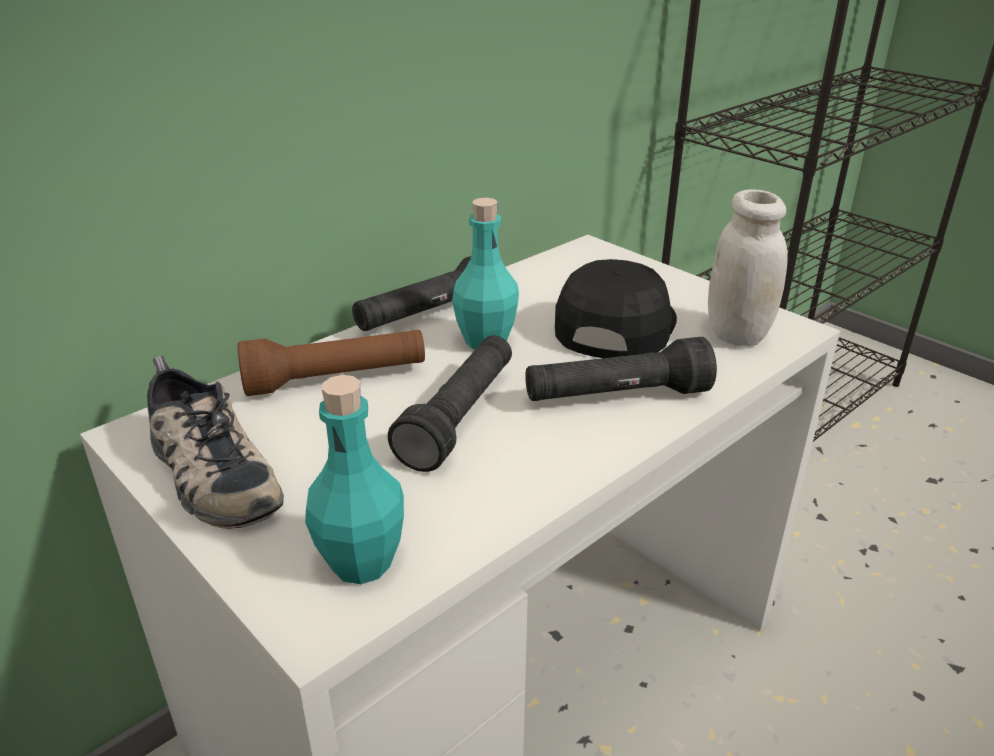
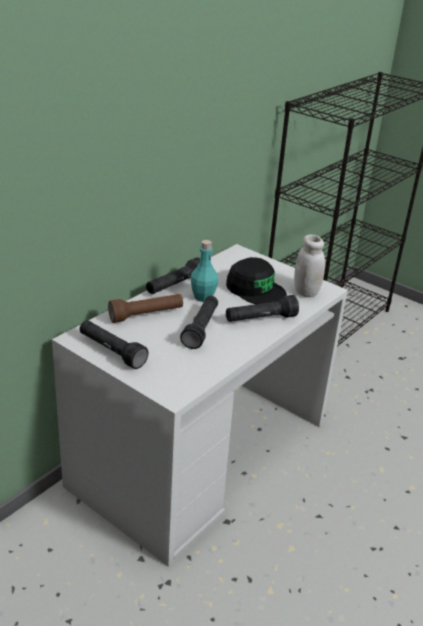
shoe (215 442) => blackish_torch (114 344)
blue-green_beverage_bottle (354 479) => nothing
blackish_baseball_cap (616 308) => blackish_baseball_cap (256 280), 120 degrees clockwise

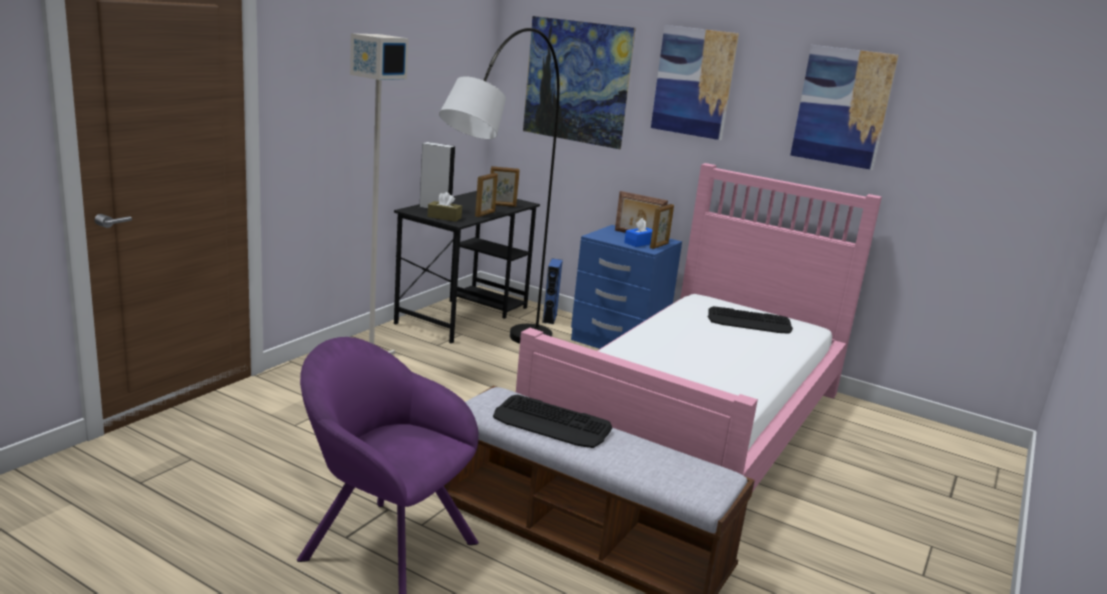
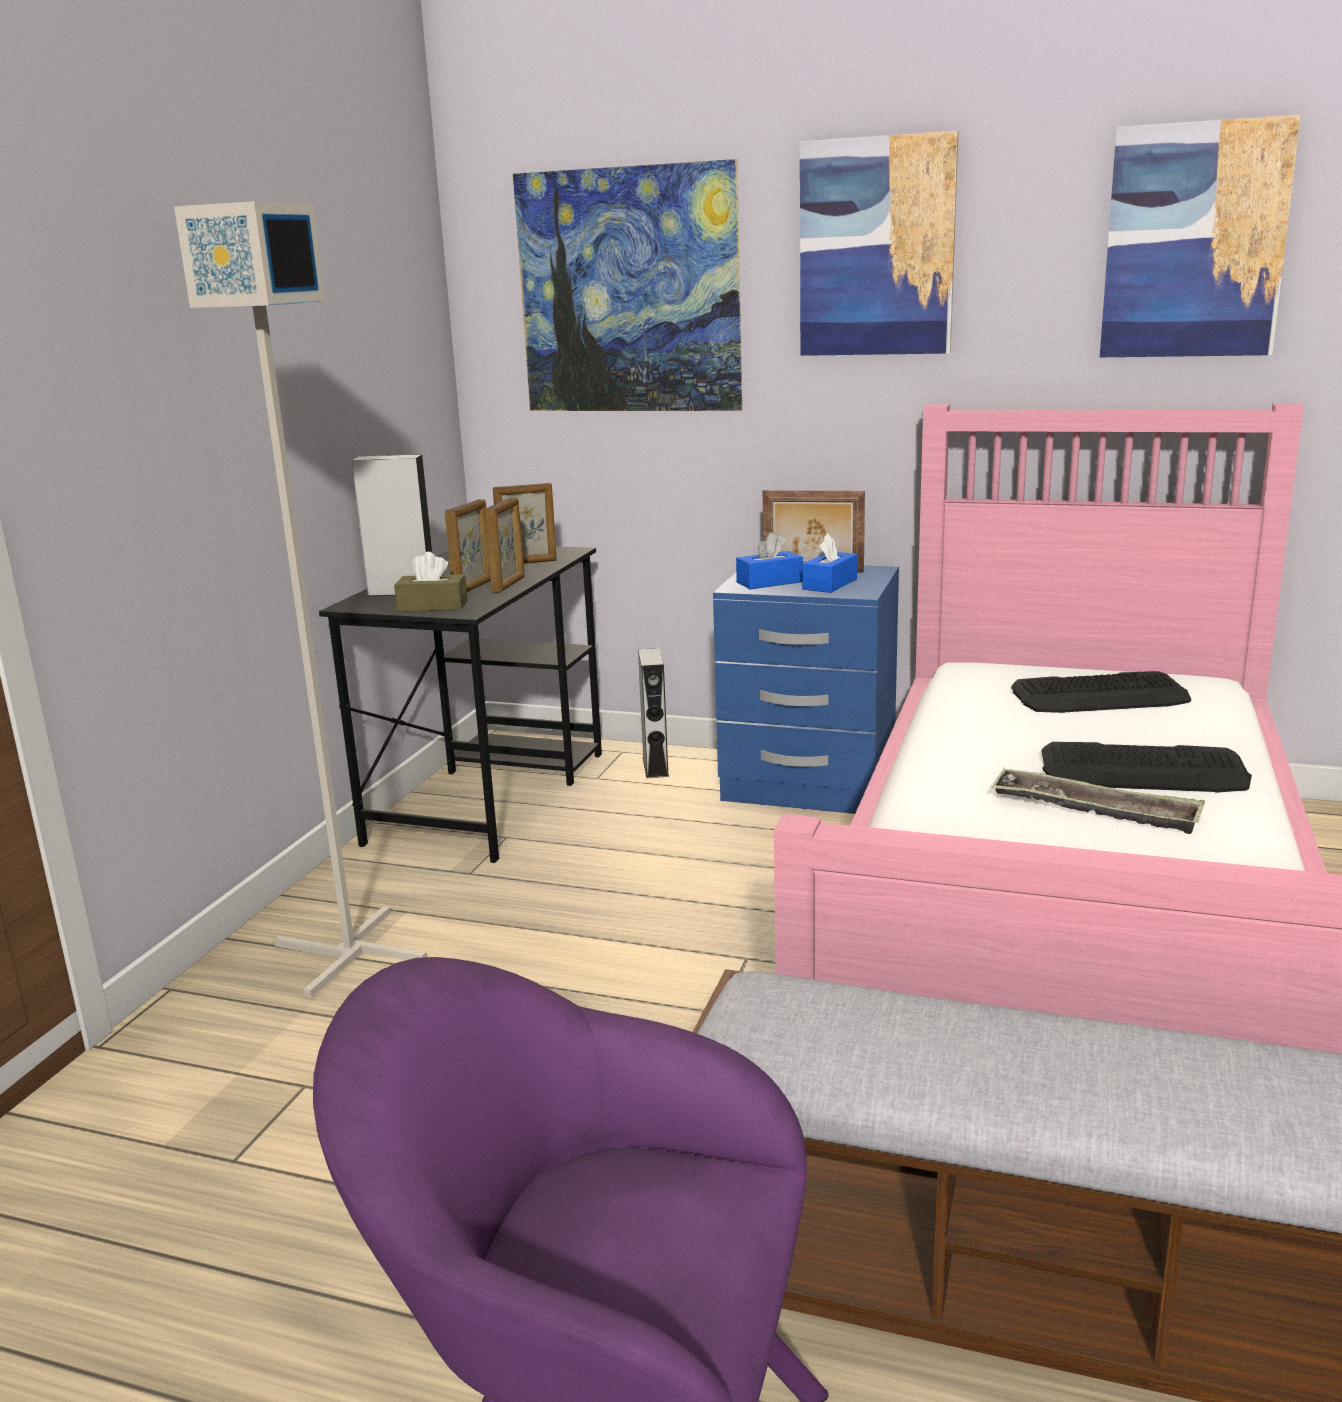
grey_standing_lamp (499 186) => nothing
computer_keyboard (552 421) => computer_keyboard (1147 767), moved
blue_speaker (552 291) => grey_speaker (653 713)
photo_frame (662 226) => photo_frame (468 545), moved
nothing => blue_tissue_box (769 561)
nothing => tray (1098 801)

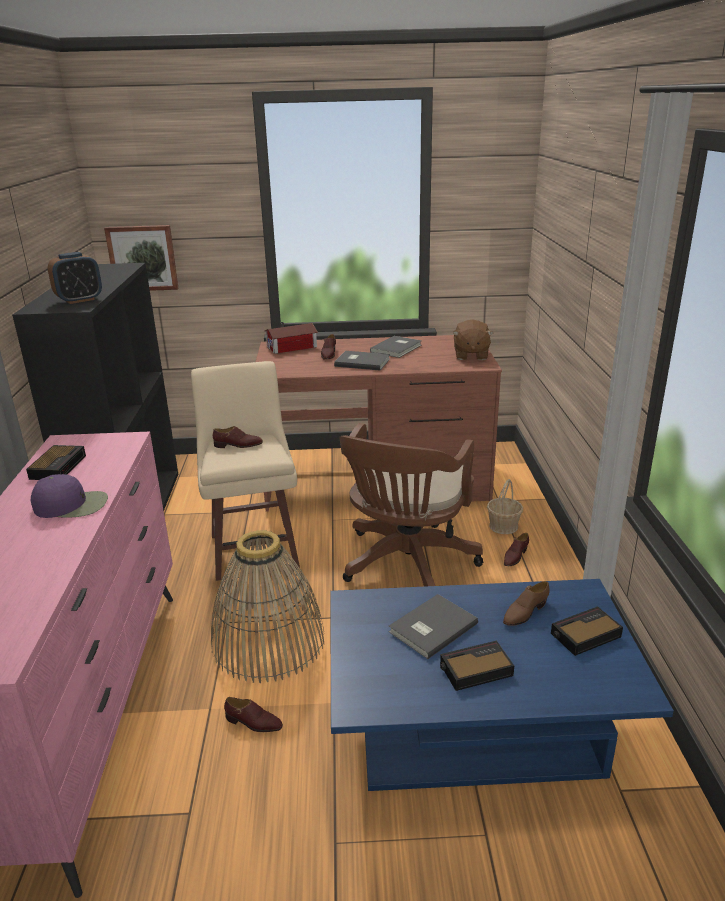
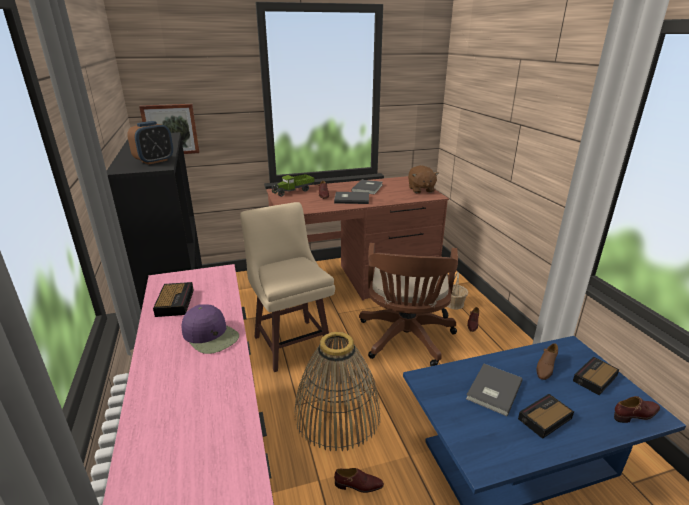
purple_baseball_cap (69 496) => purple_baseball_cap (210 329), 60 degrees clockwise
brown-coloured_shoe (238 437) => brown-coloured_shoe (637 409), moved
miniature_house (291 338) => model_truck (293 185)

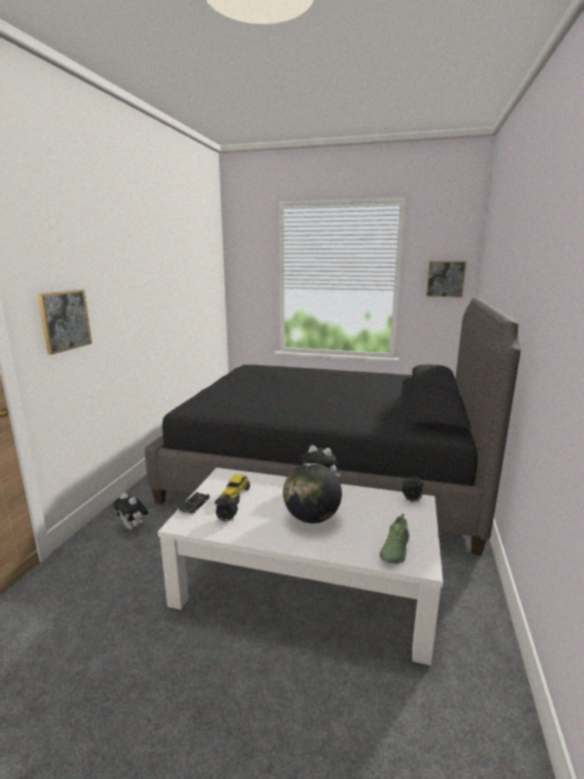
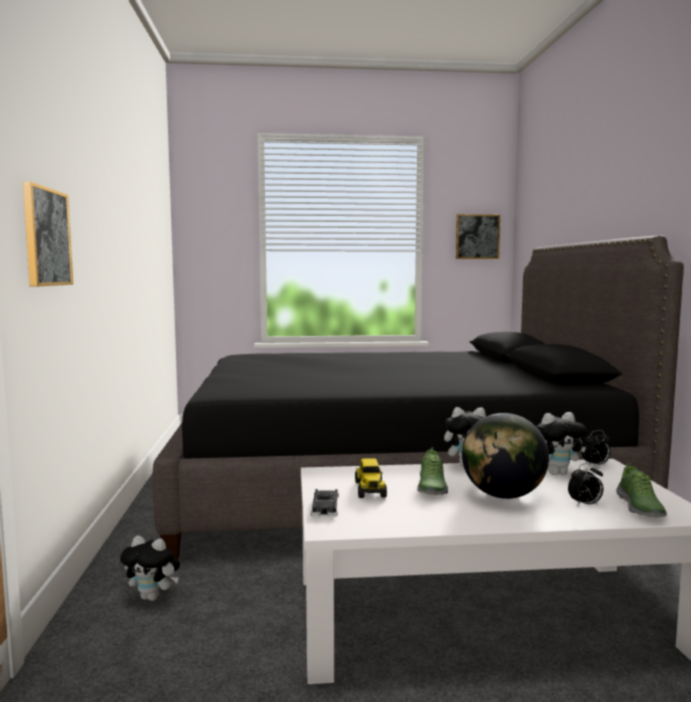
table_clock (226 508) => table_clock (585 484), moved
nothing => shoe (432 471)
nothing => soft_toy (561 443)

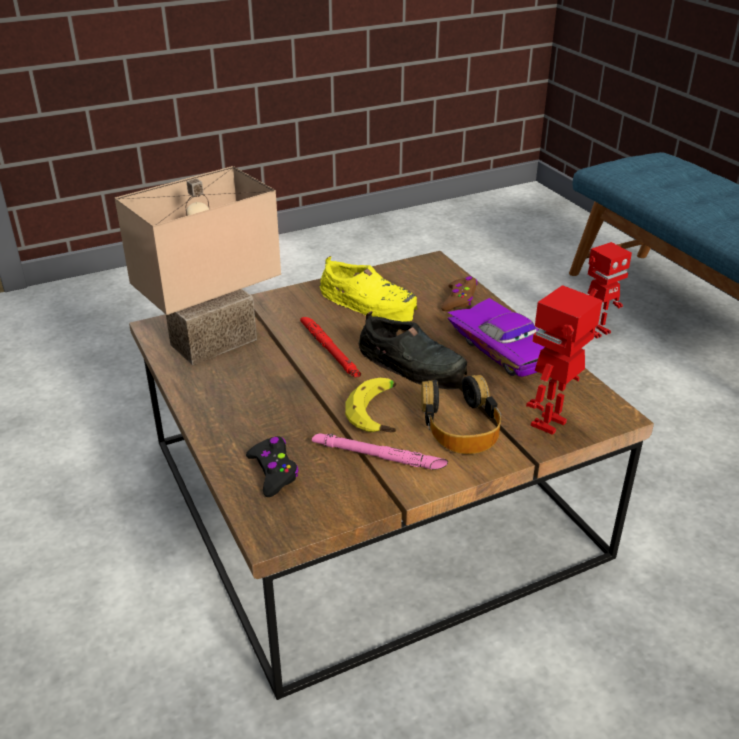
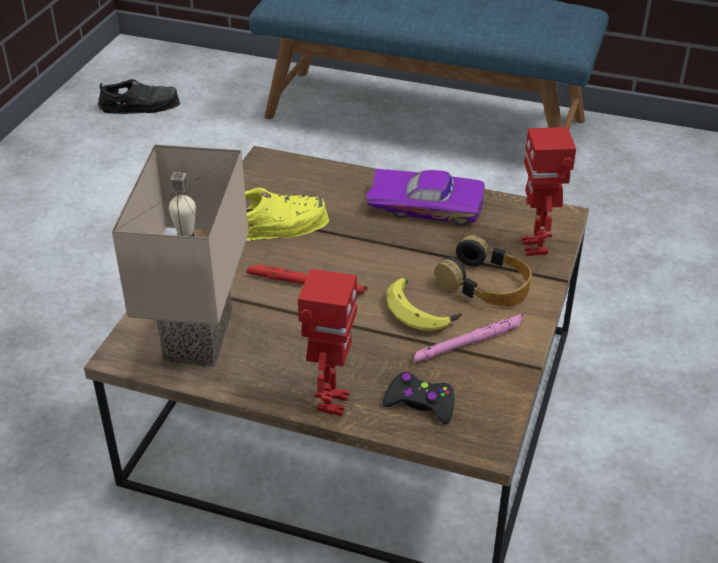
blackish_shoe (413 350) => blackish_shoe (139 96), moved
brown-coloured_joypad (459 293) => nothing
model_robot (610 290) => model_robot (327 342), moved

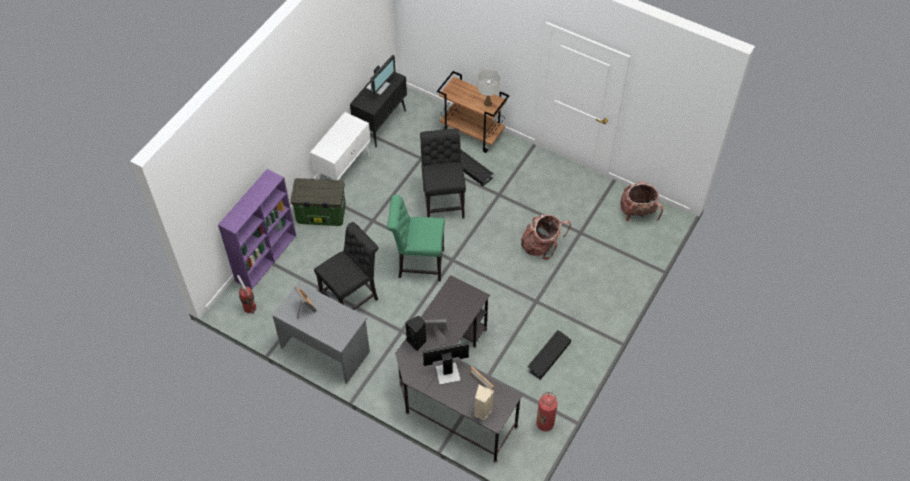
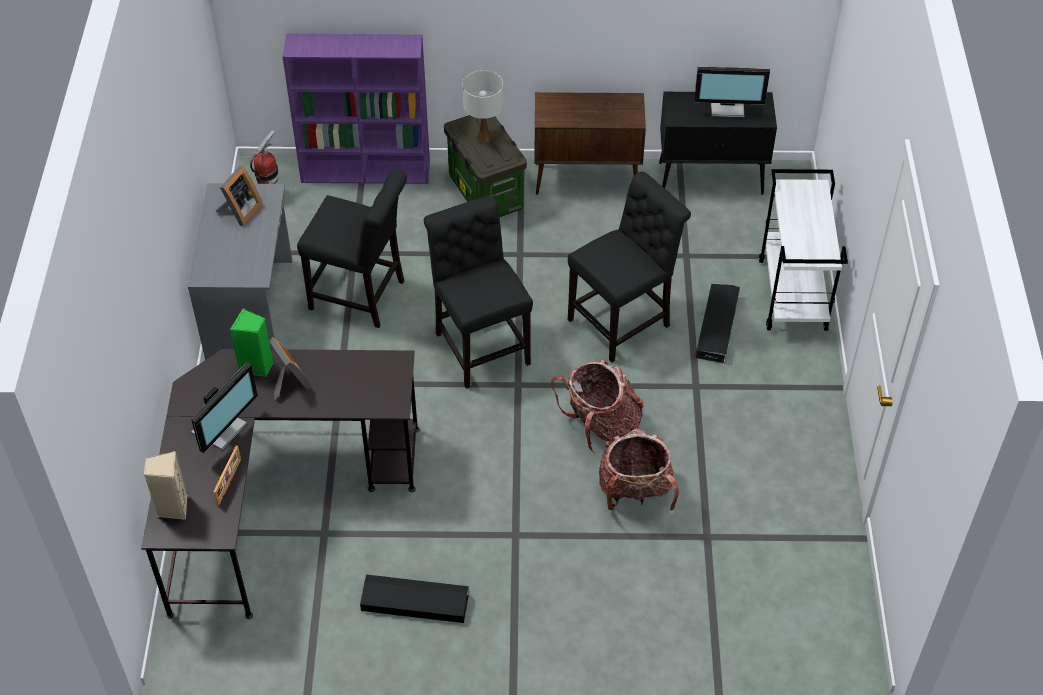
white-coloured_storage_cabinet (340 146) => brown-coloured_storage_cabinet (590 143)
green_upright_chair (416 238) => blackish_upright_chair (478 291)
blackish_speaker (416 333) => green_speaker (252 342)
monitor (446 363) => monitor (224 407), 75 degrees clockwise
brown-coloured_cart (473 112) => white-coloured_cart (803 250)
white-coloured_table_lamp (489 88) => white-coloured_table_lamp (483 106), moved
extinguisher (547 411) => nothing
knapsack (642 200) => knapsack (597 406), moved

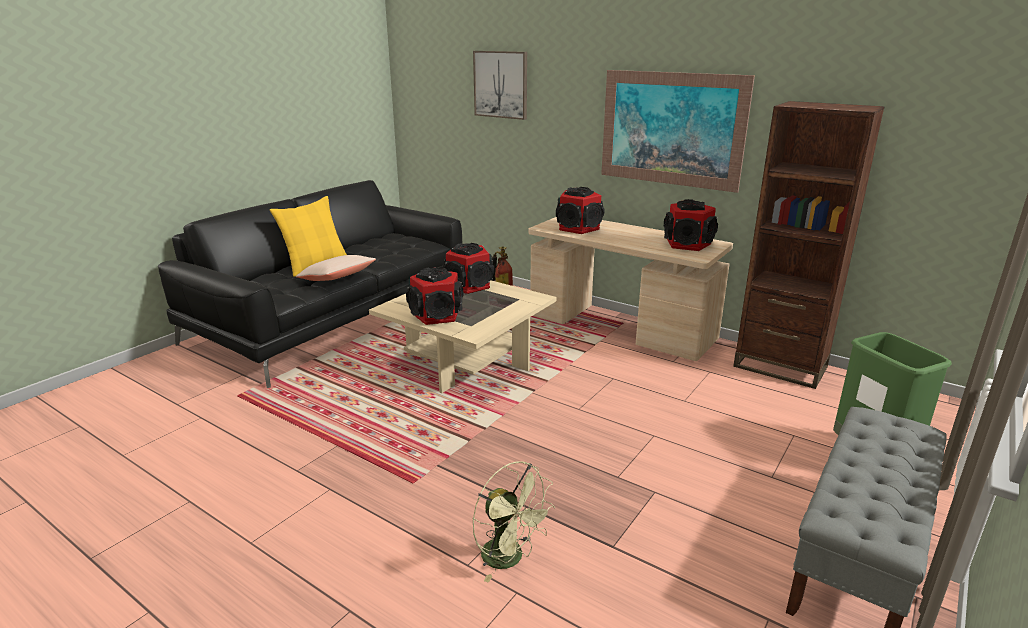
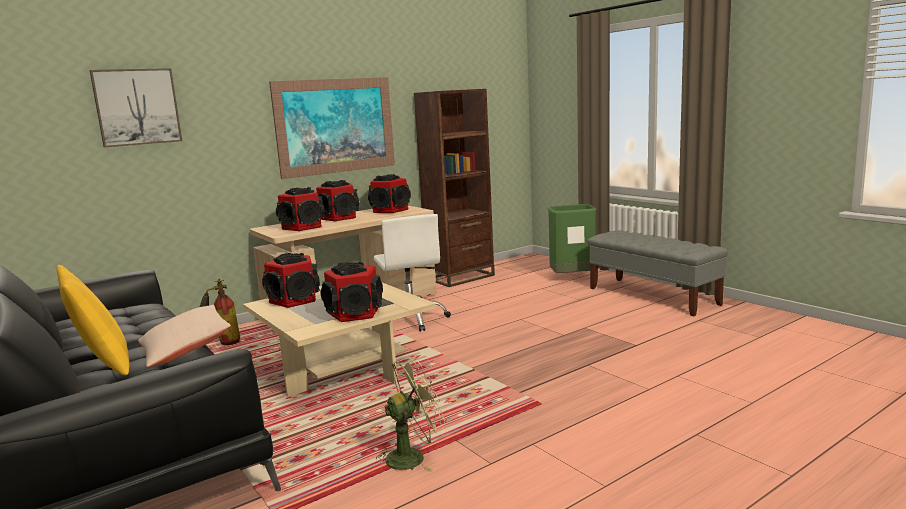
green_electric_fan (513 522) => green_electric_fan (411 415), moved
nothing => speaker (337 200)
nothing => white-coloured_office_chair (412 273)

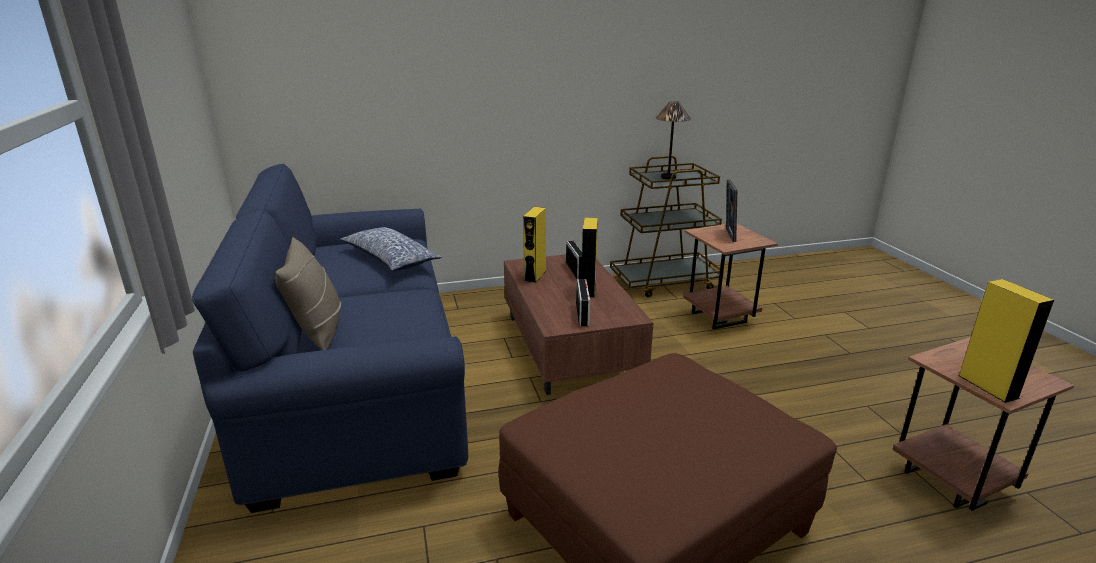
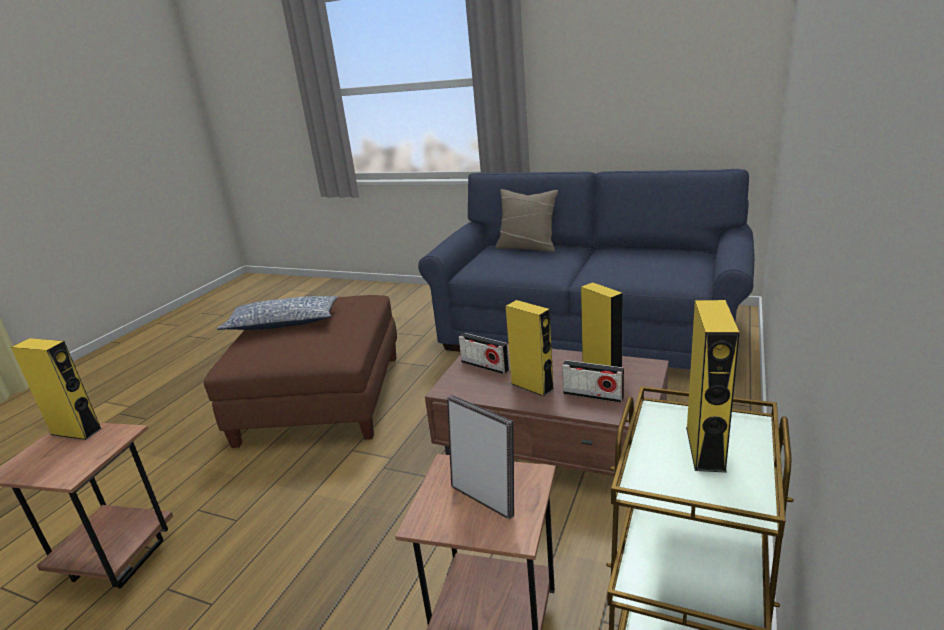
throw_pillow (391 249) => throw_pillow (277 313), moved
table_lamp (673 140) => yellow_speaker (713 386)

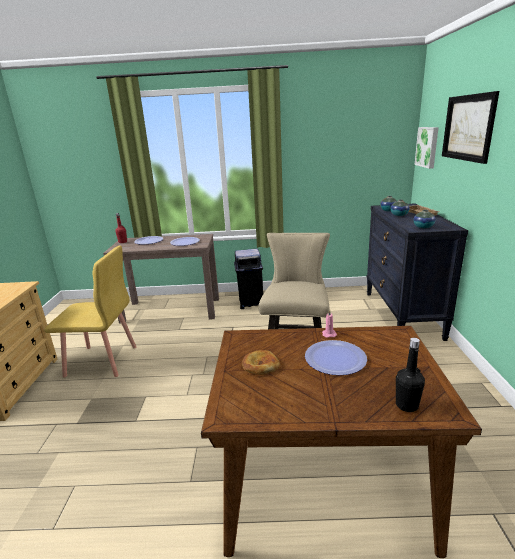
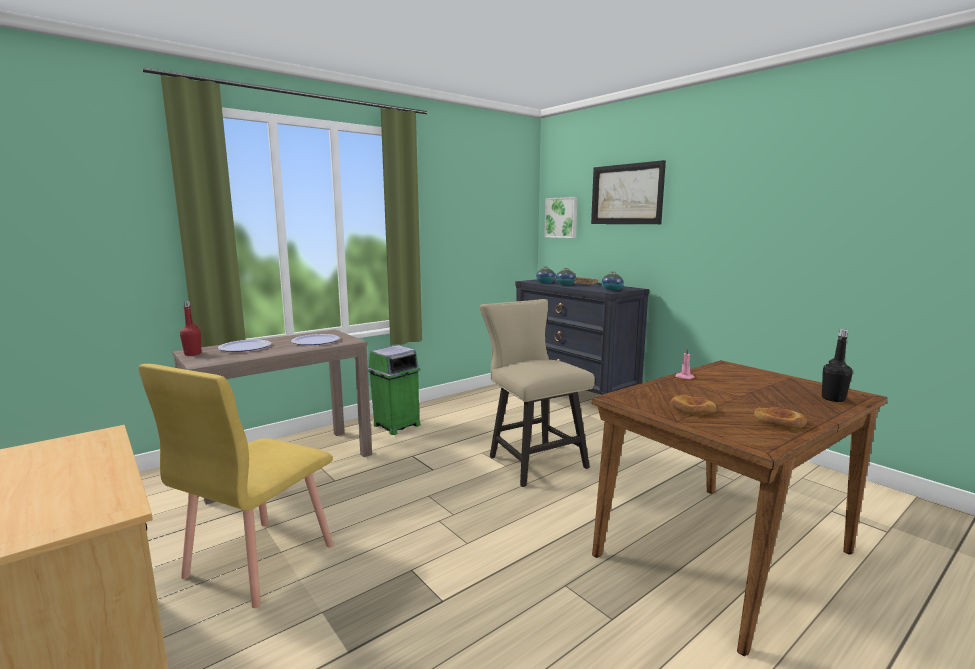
yellow_upright_chair (90 312) => yellow_upright_chair (236 486), 150 degrees clockwise
blackish_trash_can (248 278) => green_trash_can (394 390)
flat_dish (336 357) => nothing
nothing => bakery_bread (780 418)

